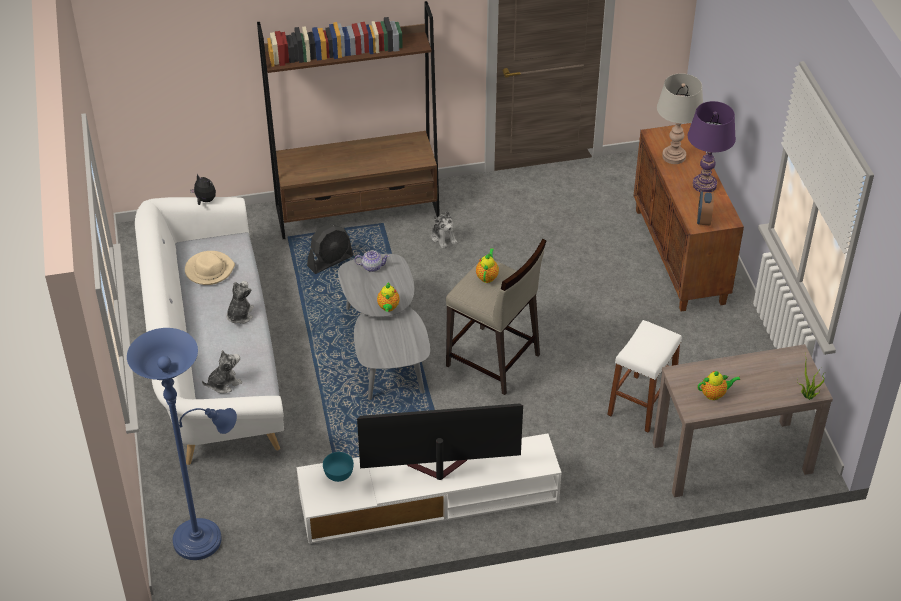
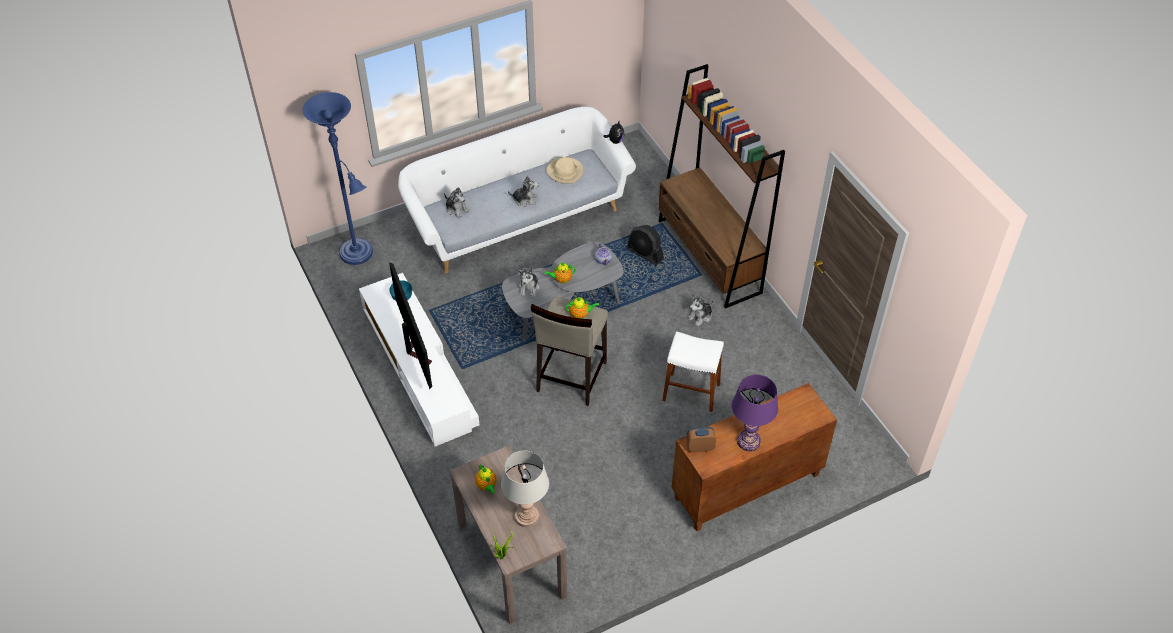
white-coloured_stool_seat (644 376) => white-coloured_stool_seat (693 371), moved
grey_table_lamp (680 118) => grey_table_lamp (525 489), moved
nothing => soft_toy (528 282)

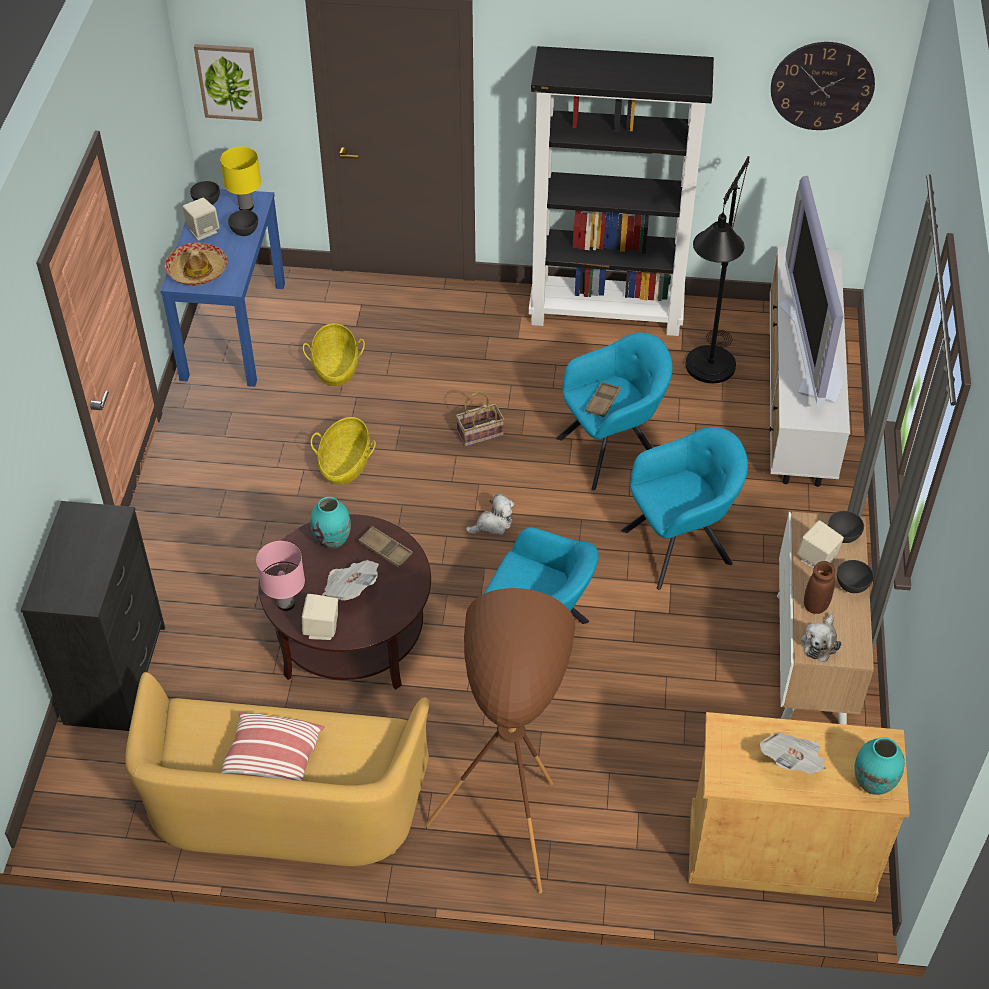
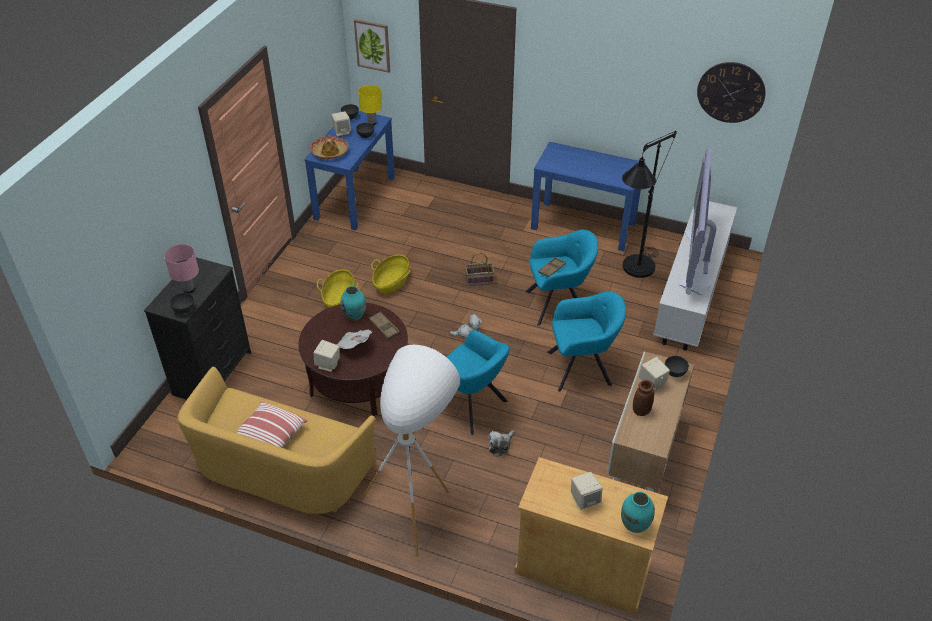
pink-coloured_table_lamp (280 576) => pink-coloured_table_lamp (181 268), moved
household_basket (334 354) => household_basket (337 288), moved
brown-coloured_standing_lamp (500 740) => white-coloured_standing_lamp (410 451)
blackish_shelving_unit (621 191) => blue_console_table (588 196)
printed_paper (792 753) => beige_speaker (587 491)
soft_toy (821 637) => soft_toy (501 443), moved
grey_deep_dish (855 576) => grey_deep_dish (182 303), moved

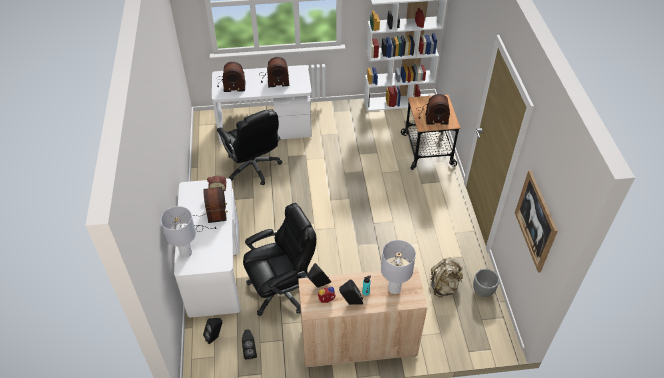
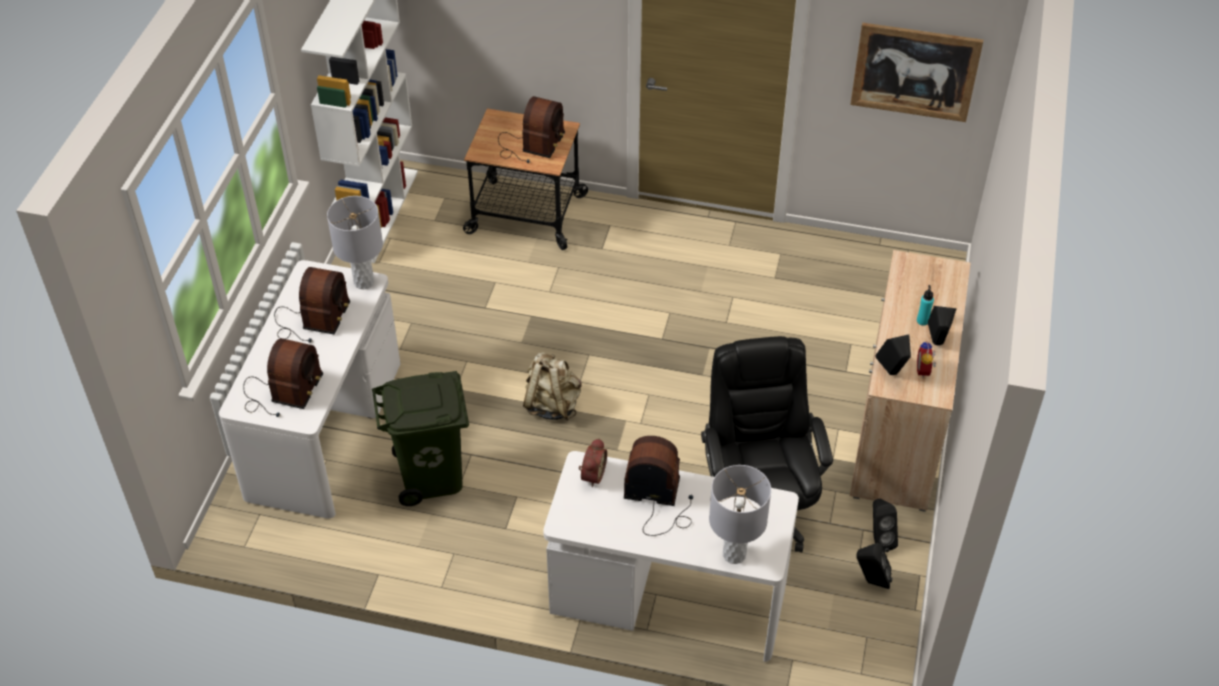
blackish_speaker (212 331) => blackish_speaker (885 525), moved
blackish_office_chair (249 147) => green_trash_can (420 438)
grey_table_lamp (398 267) => grey_table_lamp (355 242), moved
beige_knapsack (447 277) => beige_knapsack (552 386), moved
grey_planter (486 283) => nothing

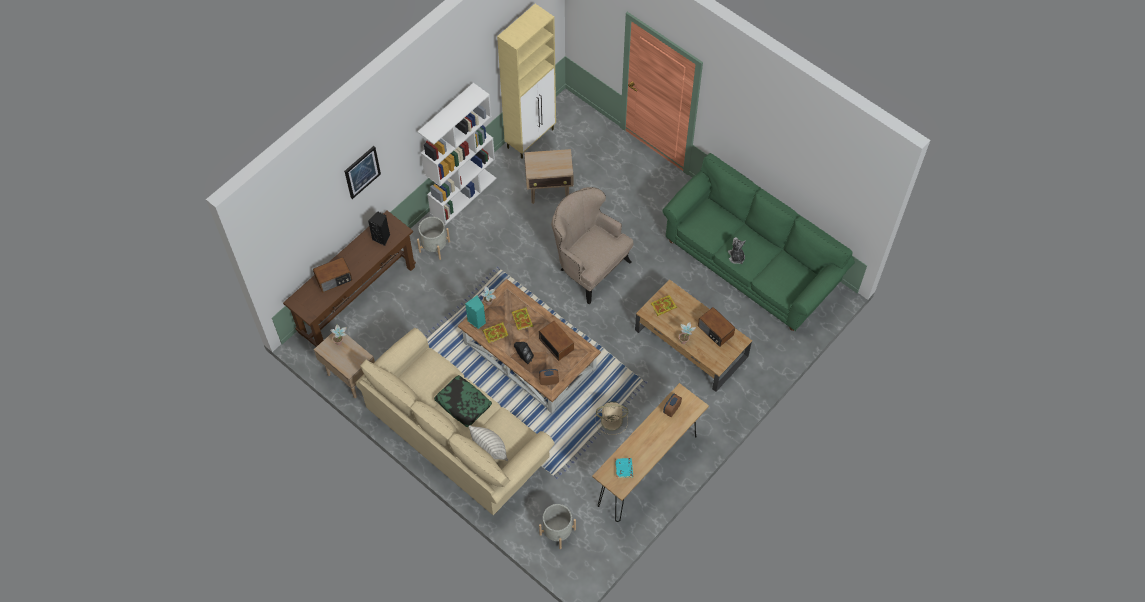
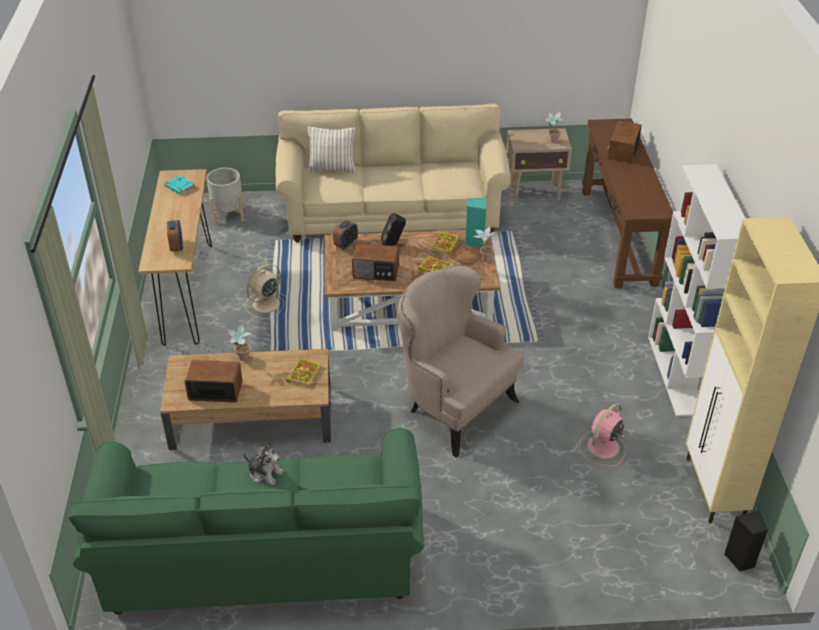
picture (362 172) => nothing
blackish_speaker (379 229) => blackish_speaker (746 541), moved
grey_planter (433 238) => nothing
throw_pillow (463 401) => nothing
beige_side_table (549 176) => pink-coloured_electric_fan (602 435)
beige_armchair (592 246) => beige_armchair (460 361), 135 degrees counterclockwise

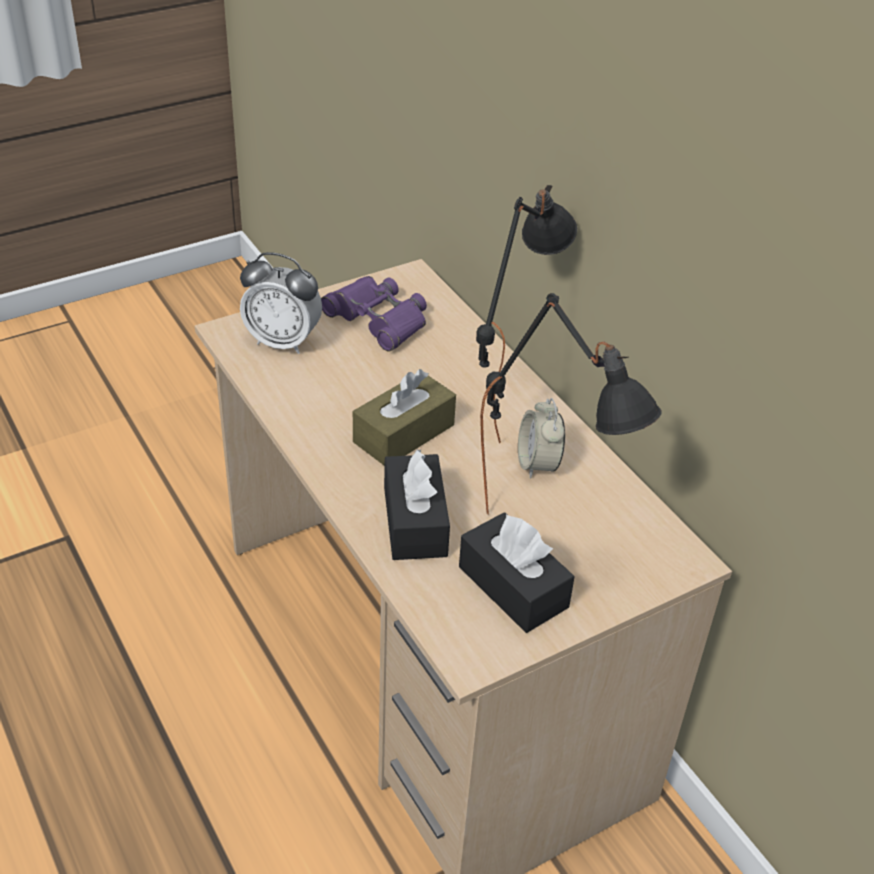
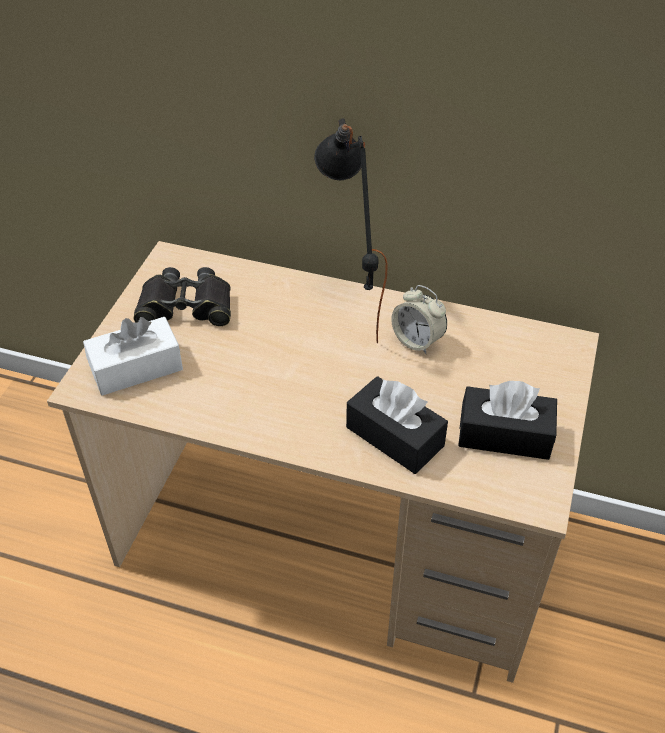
table_clock (281 303) => white-coloured_tissue_box (133 356)
purple_pair_of_binoculars (374 314) => blackish_pair_of_binoculars (182 296)
brown-coloured_tissue_box (404 417) => nothing
blackish_table_lamp (571 404) => nothing

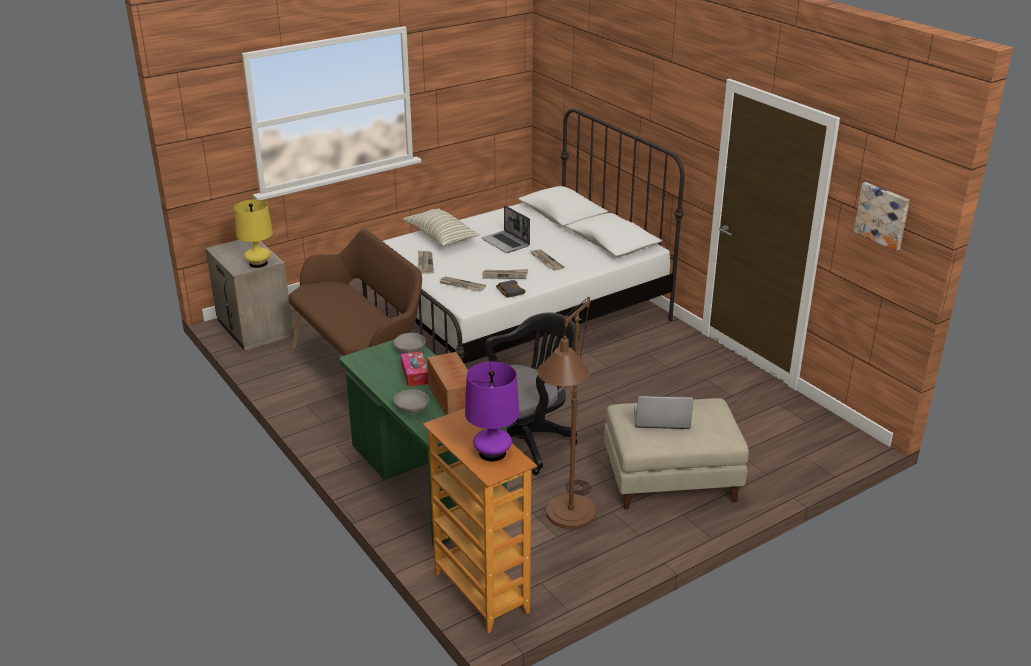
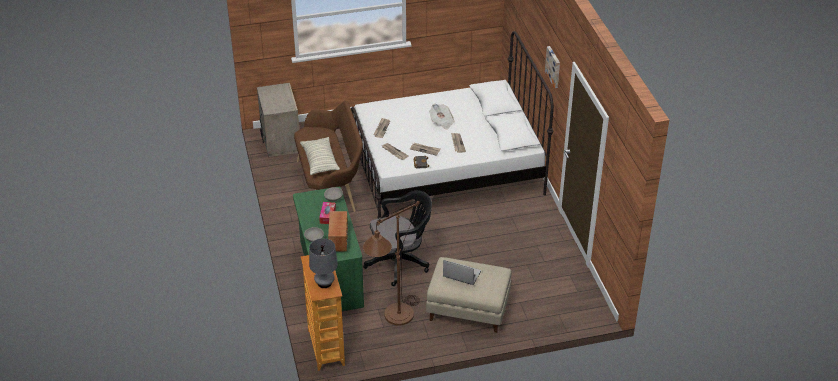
yellow_table_lamp (253 234) => nothing
throw_pillow (441 227) => throw_pillow (320 156), moved
purple_table_lamp (492 412) => grey_table_lamp (323 263)
notebook_computer (506 229) => printed_paper (442 117)
picture (882 216) => picture (552 67), moved

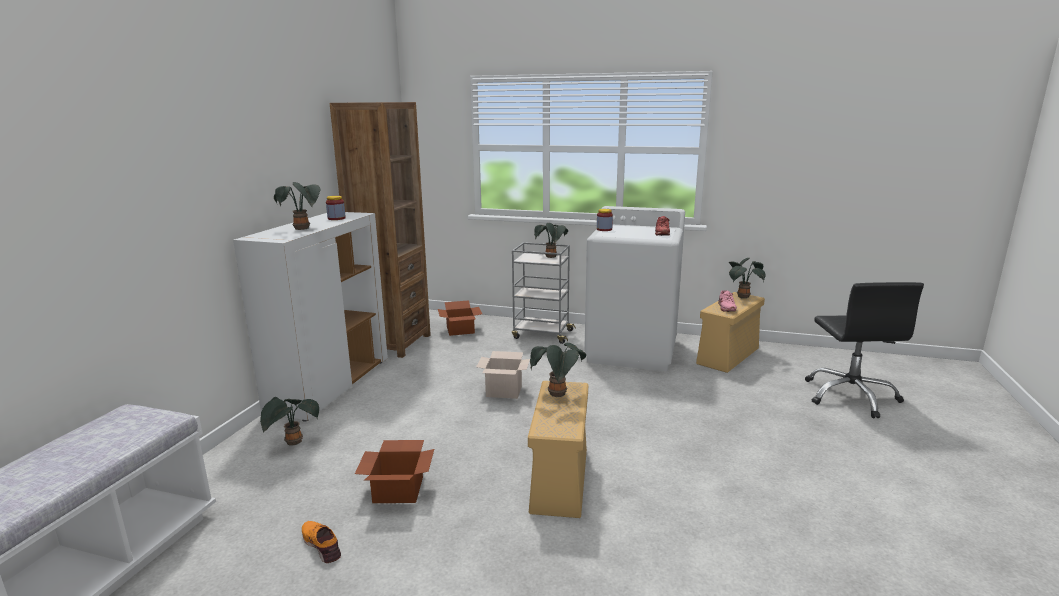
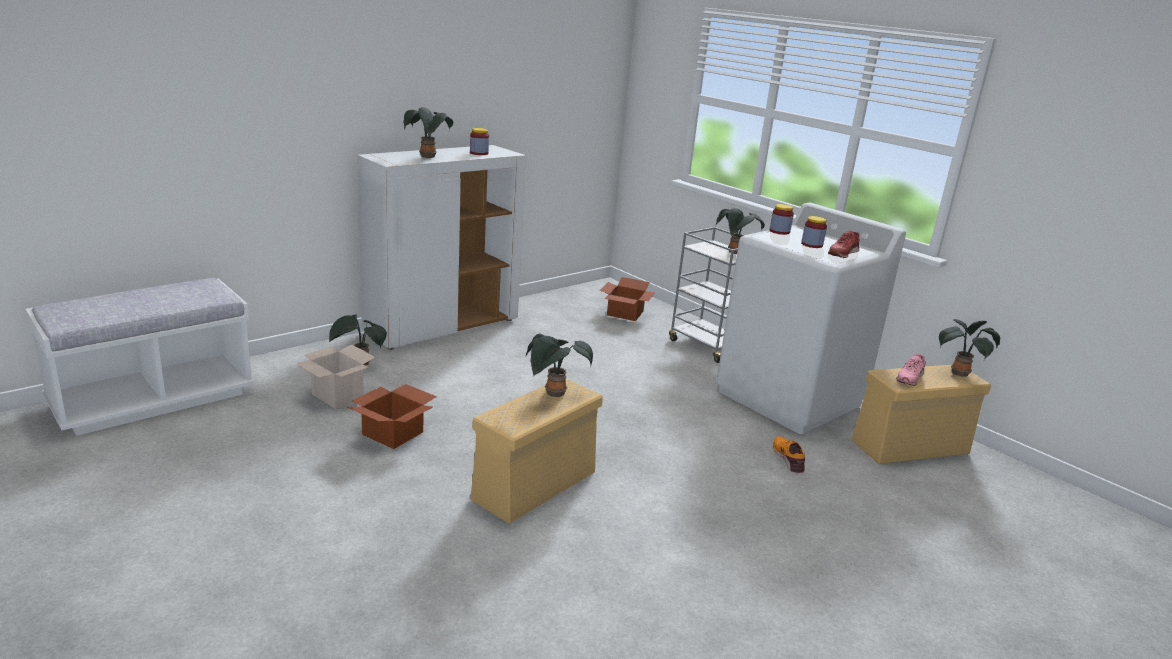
orangey_shoe (321 542) => orangey_shoe (789 454), moved
brown-coloured_shelving_unit (380 230) => nothing
carton (503 375) => carton (335 376), moved
blackish_office_chair (864 350) => nothing
nothing => storage_jar (814 232)

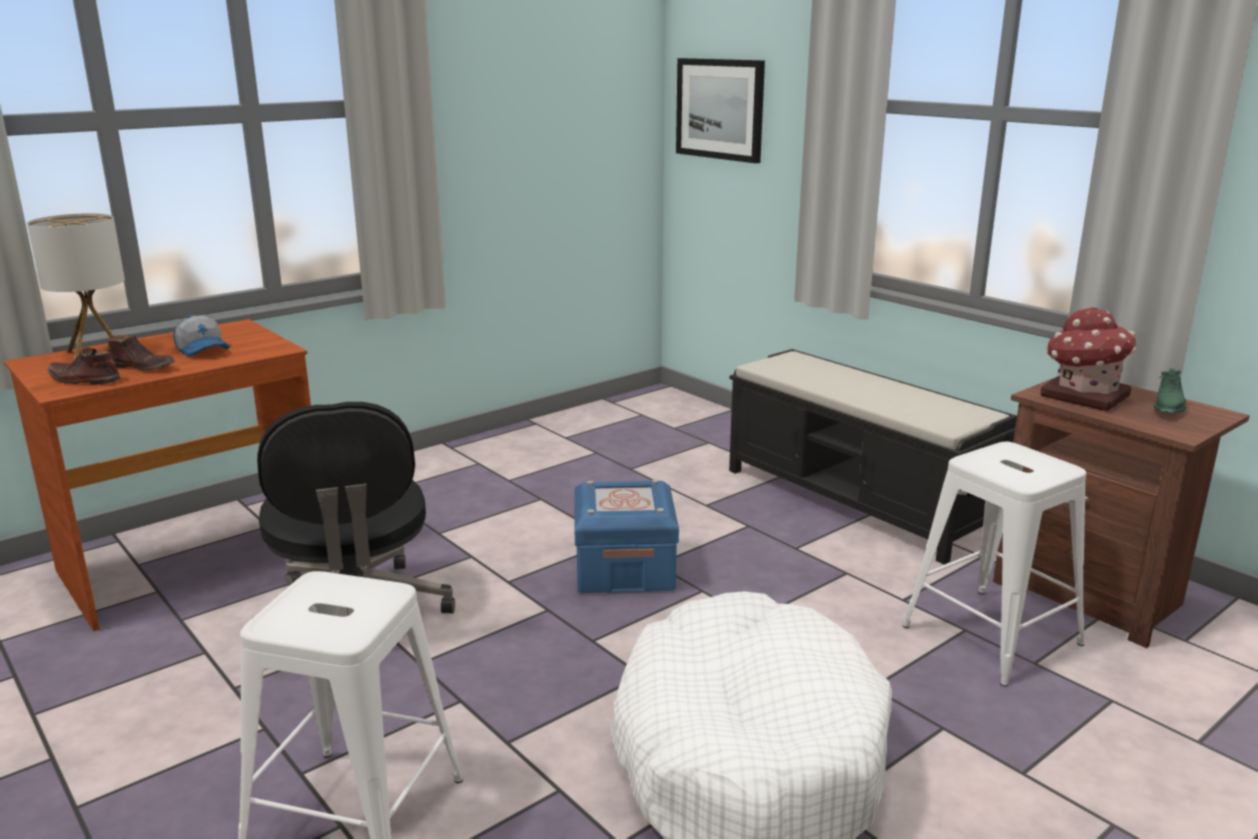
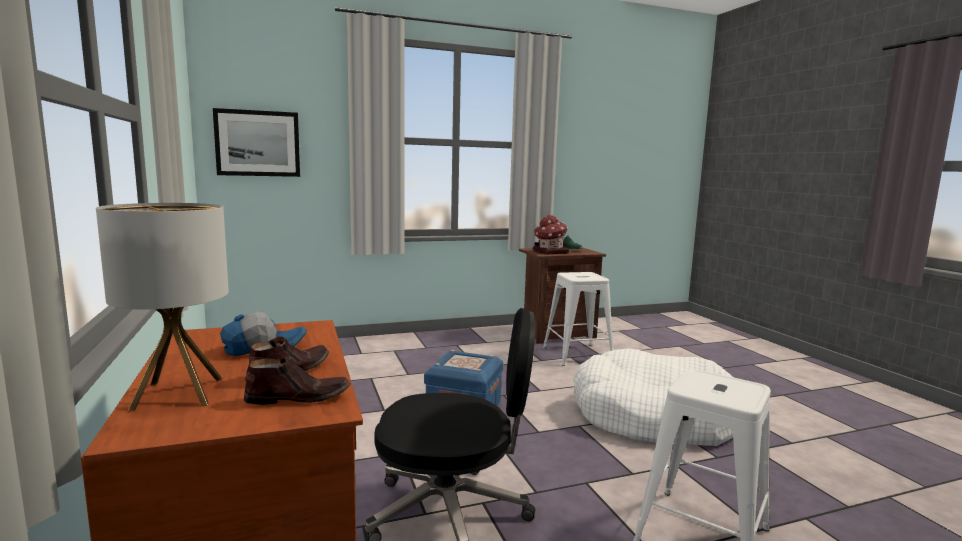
brown-coloured_shoe (83 366) => brown-coloured_shoe (297 380), 135 degrees counterclockwise
blackish_indoor_bench (873 457) => nothing

